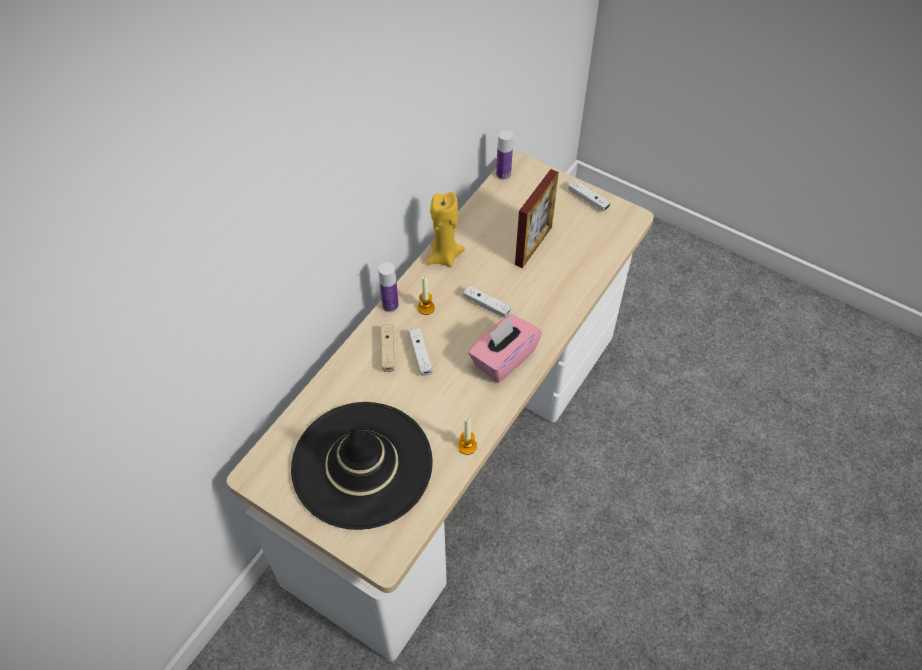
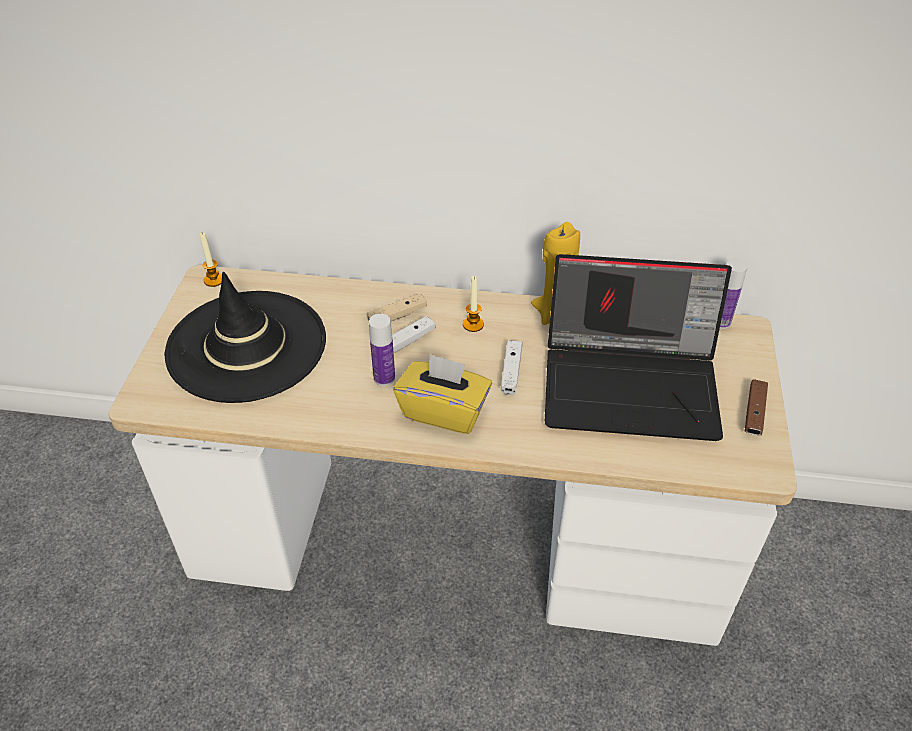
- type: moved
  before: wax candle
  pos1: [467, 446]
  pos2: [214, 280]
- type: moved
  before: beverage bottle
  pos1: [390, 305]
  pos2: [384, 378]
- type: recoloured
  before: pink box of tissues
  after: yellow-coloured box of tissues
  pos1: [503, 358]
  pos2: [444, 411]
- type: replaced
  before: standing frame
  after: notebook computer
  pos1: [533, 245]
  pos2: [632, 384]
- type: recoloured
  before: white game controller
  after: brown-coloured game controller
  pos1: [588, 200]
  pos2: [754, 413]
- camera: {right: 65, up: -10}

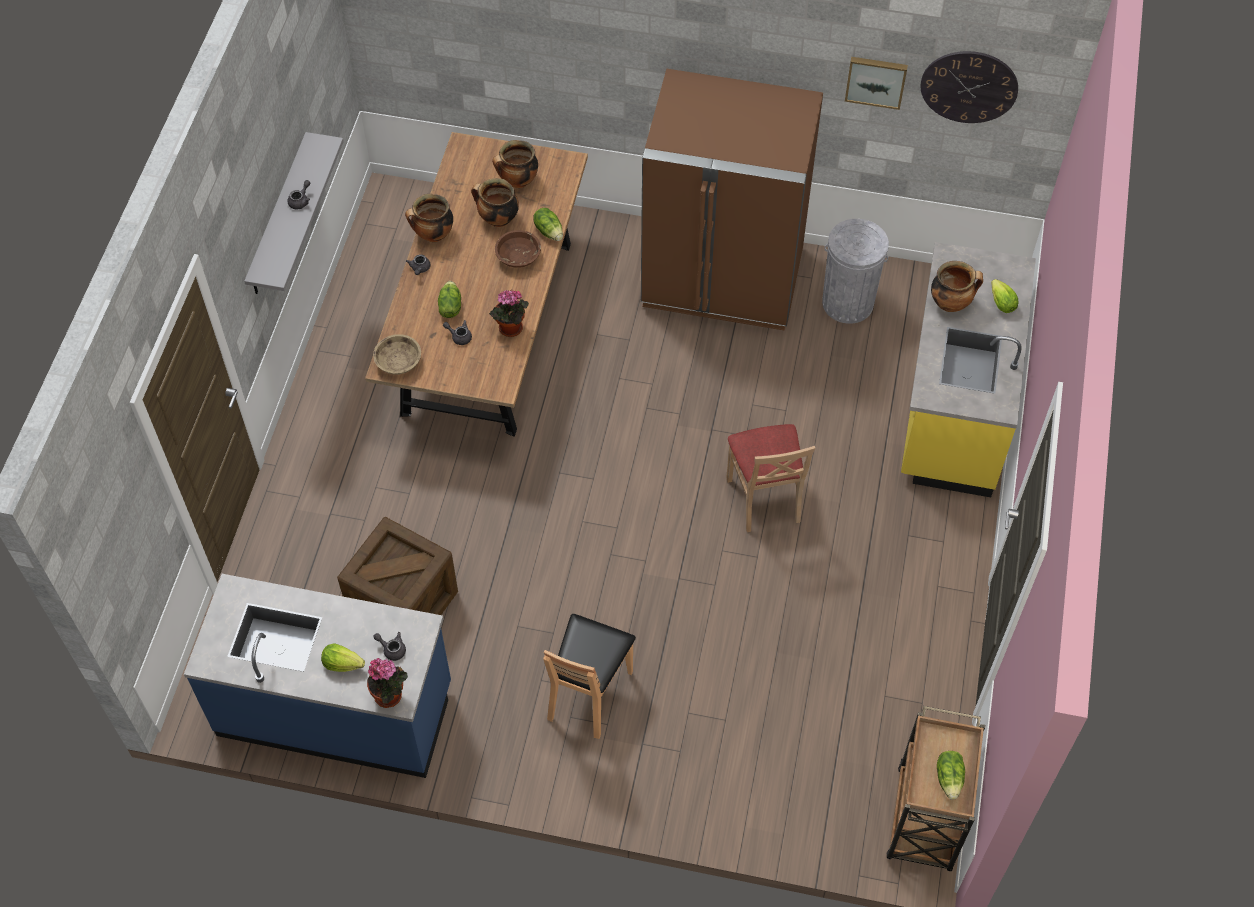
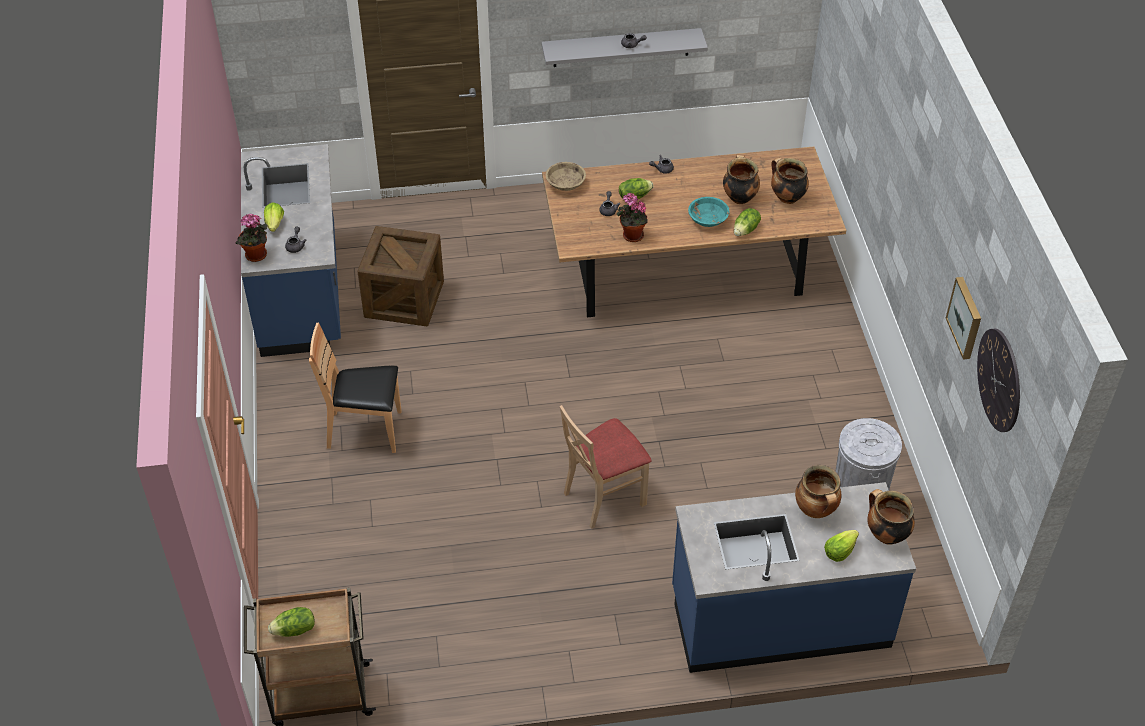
- type: recoloured
  before: yellow-coloured kitchen counter
  after: blue kitchen counter
  pos1: [953, 407]
  pos2: [779, 617]
- type: recoloured
  before: brown-coloured deep dish
  after: blue-green deep dish
  pos1: [518, 257]
  pos2: [708, 220]
- type: moved
  before: cooking pot
  pos1: [433, 235]
  pos2: [885, 535]
- type: removed
  before: brown-coloured fridge
  pos1: [723, 279]
- camera: {right: 70, up: -10}

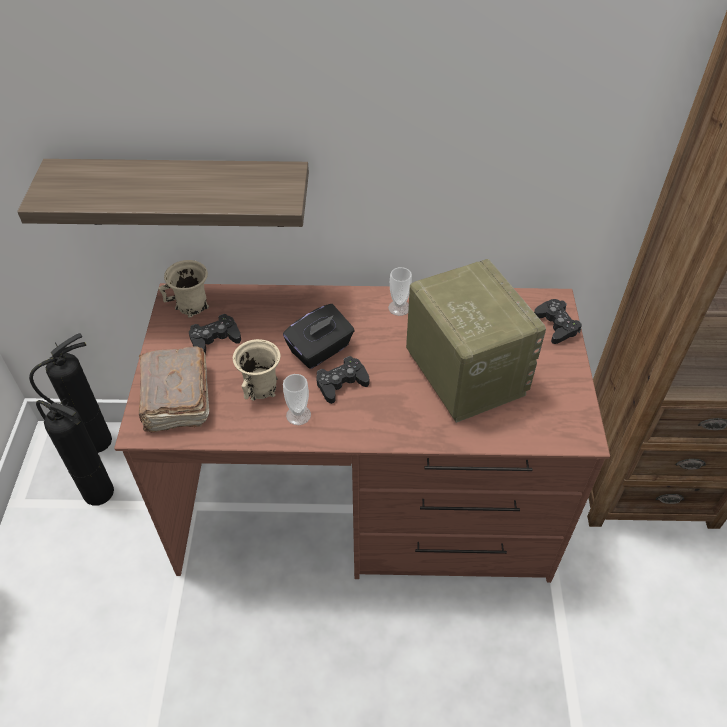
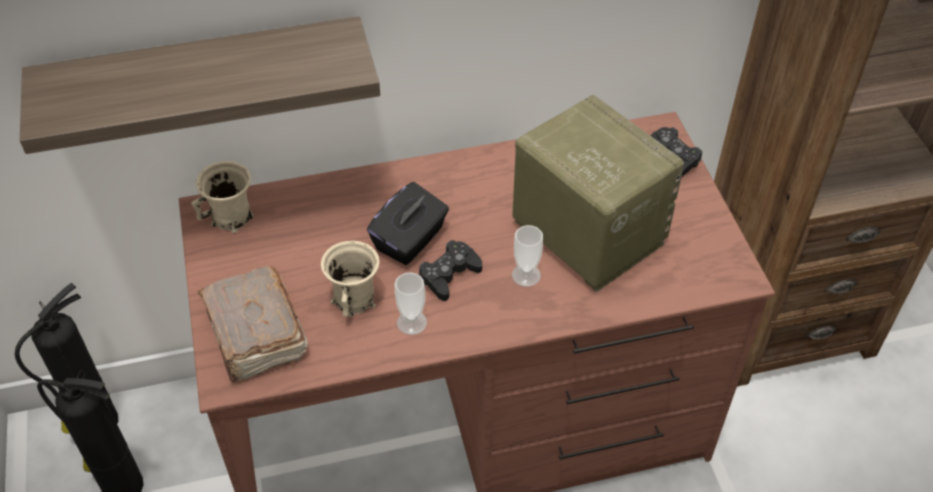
- type: moved
  before: small cup
  pos1: [399, 308]
  pos2: [526, 275]
- type: removed
  before: black-coloured game controller
  pos1: [215, 339]
- camera: {right: -15, up: 0}

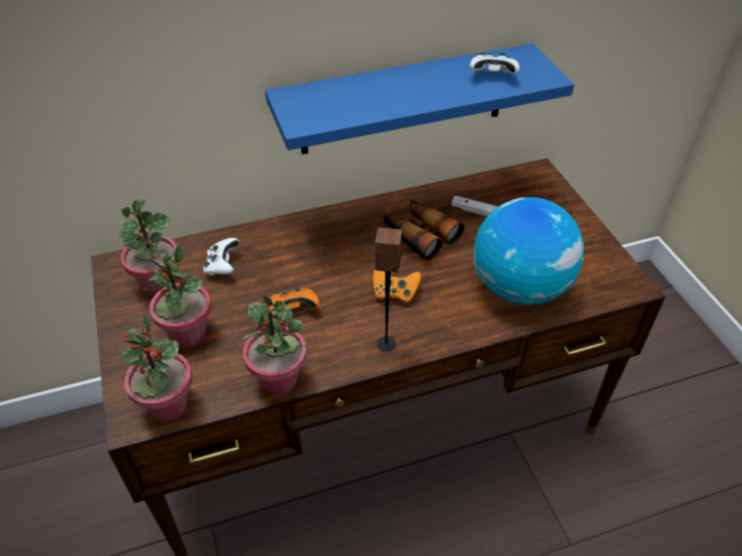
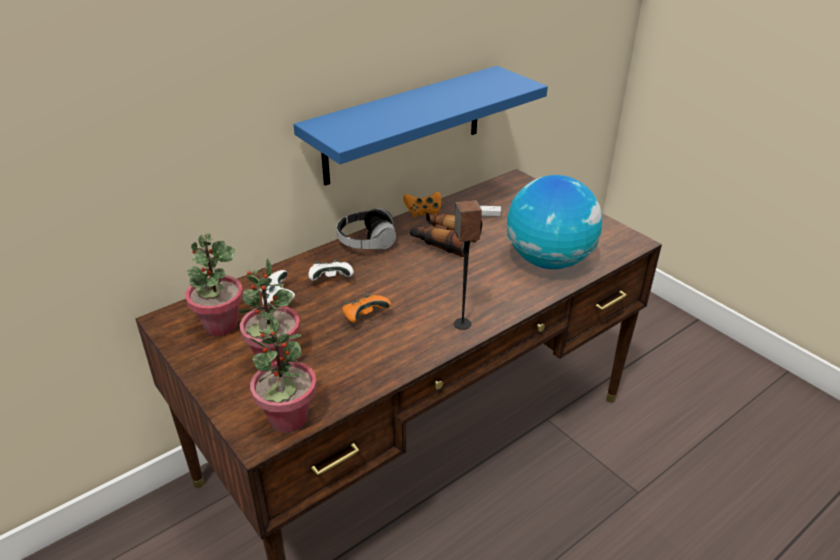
- type: moved
  before: white game controller
  pos1: [493, 76]
  pos2: [331, 280]
- type: added
  after: headphones
  pos2: [366, 242]
- type: moved
  before: orange-coloured game controller
  pos1: [394, 293]
  pos2: [423, 212]
- type: removed
  before: plant in a pot
  pos1: [279, 379]
- camera: {right: -20, up: -10}

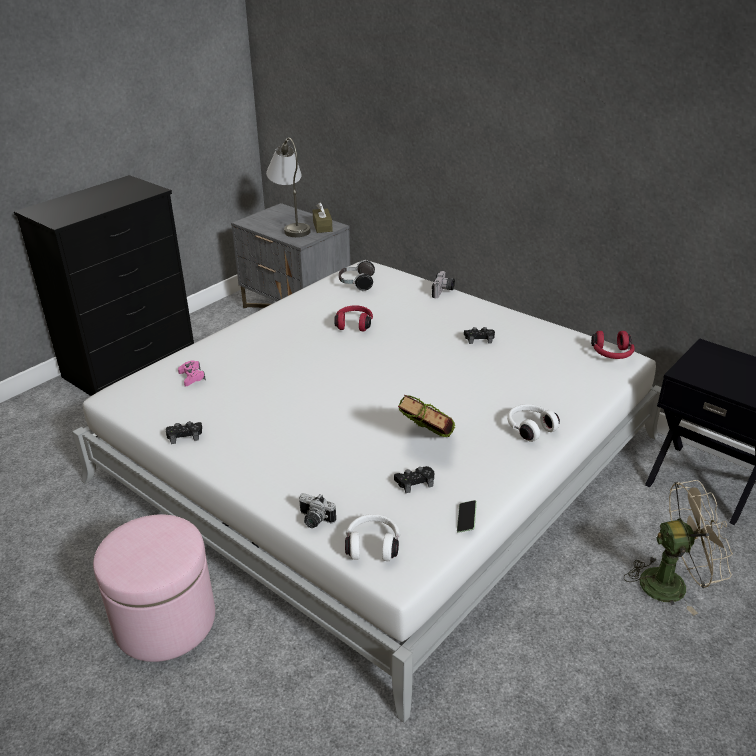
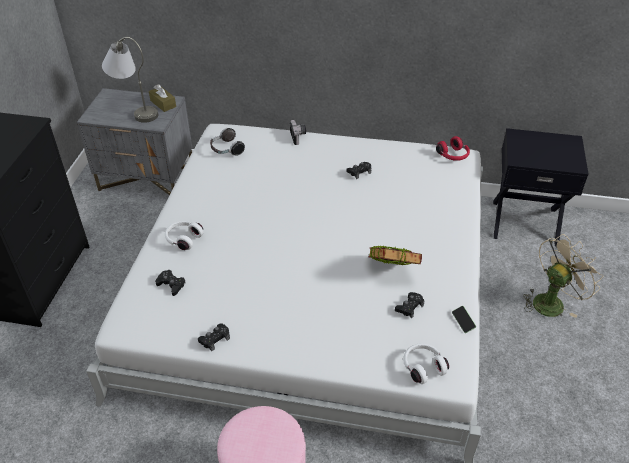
- type: recoloured
  before: pink game controller
  after: black-coloured game controller
  pos1: [192, 377]
  pos2: [171, 285]
- type: moved
  before: white headphones
  pos1: [529, 428]
  pos2: [183, 239]
- type: removed
  before: still camera
  pos1: [314, 520]
- type: removed
  before: red-coloured headphones
  pos1: [354, 324]
- camera: {right: -30, up: 10}

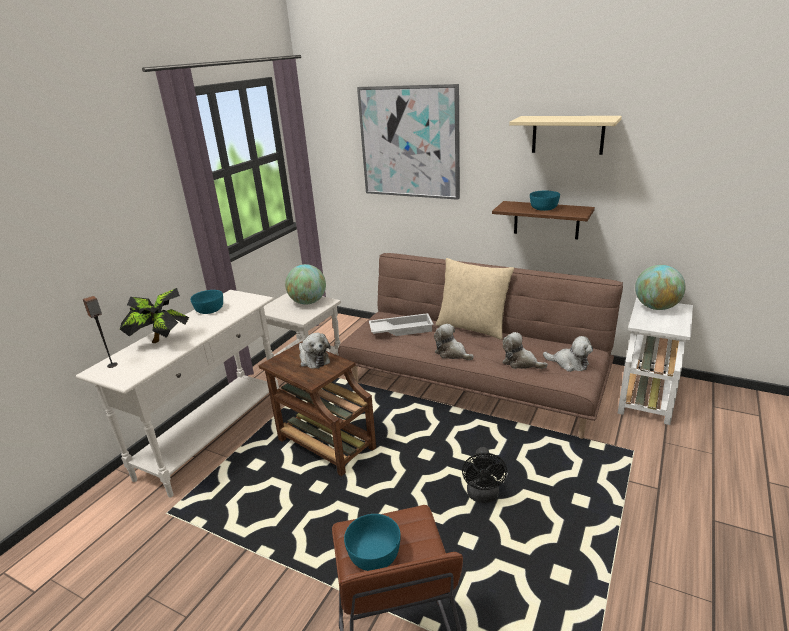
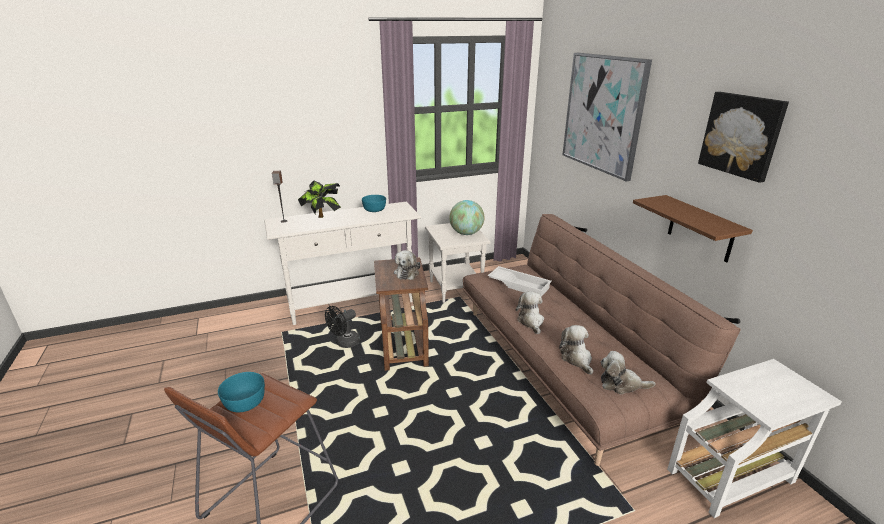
- type: moved
  before: black-coloured cooling fan
  pos1: [483, 496]
  pos2: [344, 343]
- type: turned
  before: soft toy
  pos1: [569, 363]
  pos2: [621, 384]
  turn: 120
- type: replaced
  before: beige-coloured bracket shelf
  after: picture
  pos1: [567, 134]
  pos2: [742, 135]
- type: removed
  before: beige-coloured throw pillow
  pos1: [473, 327]
- type: removed
  before: blue-green deep dish
  pos1: [543, 208]
- type: removed
  before: globe
  pos1: [656, 307]
- camera: {right: 40, up: 0}

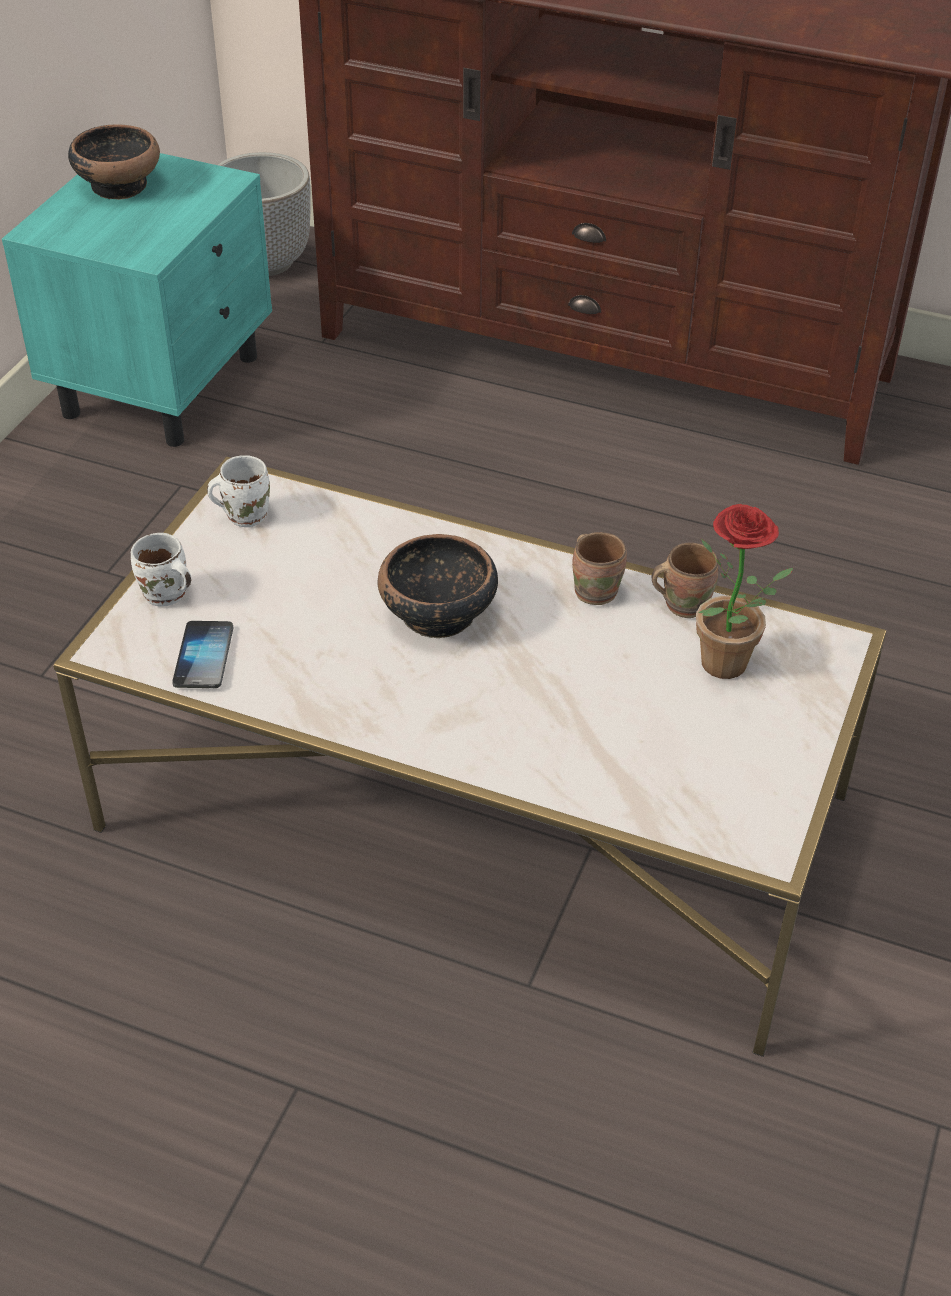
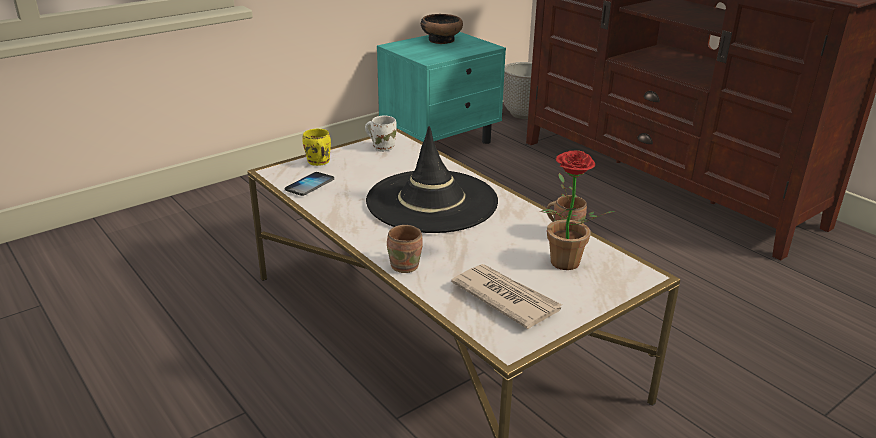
- type: recoloured
  before: white coffee mug
  after: yellow-coloured coffee mug
  pos1: [165, 596]
  pos2: [317, 162]
- type: replaced
  before: deep dish
  after: black-coloured wearable hat
  pos1: [437, 615]
  pos2: [432, 202]
- type: moved
  before: brown-coloured coffee mug
  pos1: [596, 590]
  pos2: [406, 265]
- type: added
  after: printed paper
  pos2: [505, 298]
- camera: {right: 30, up: -15}

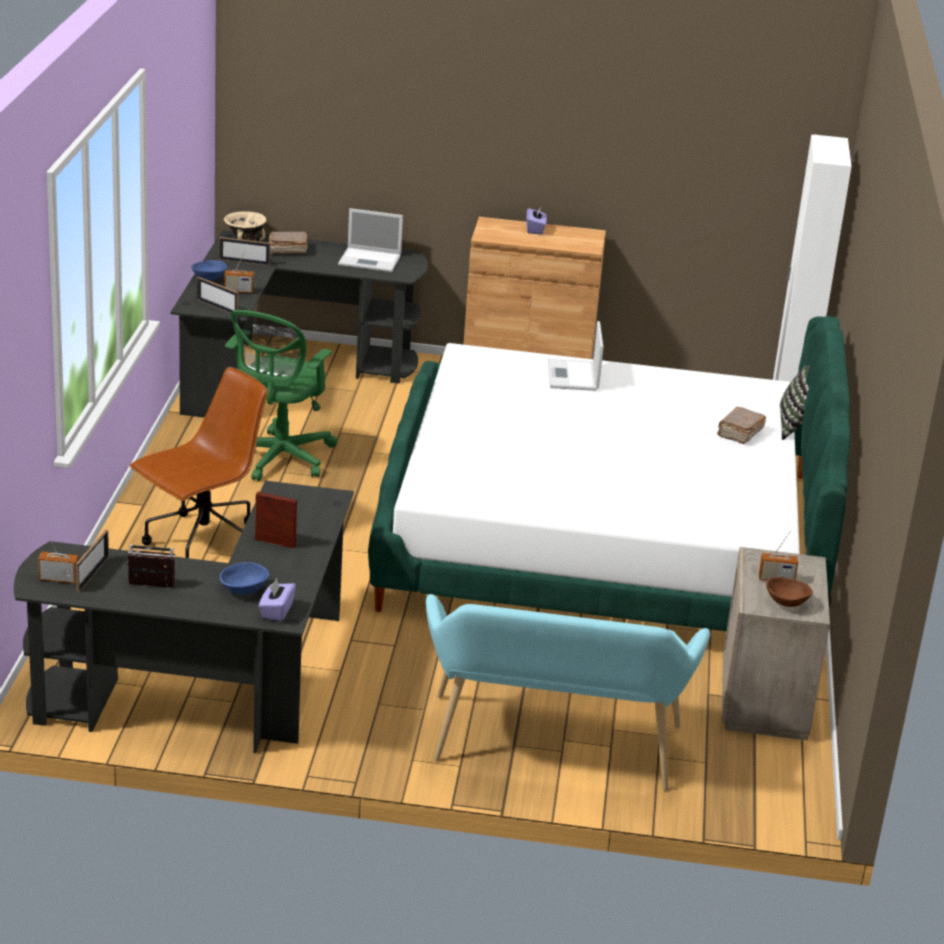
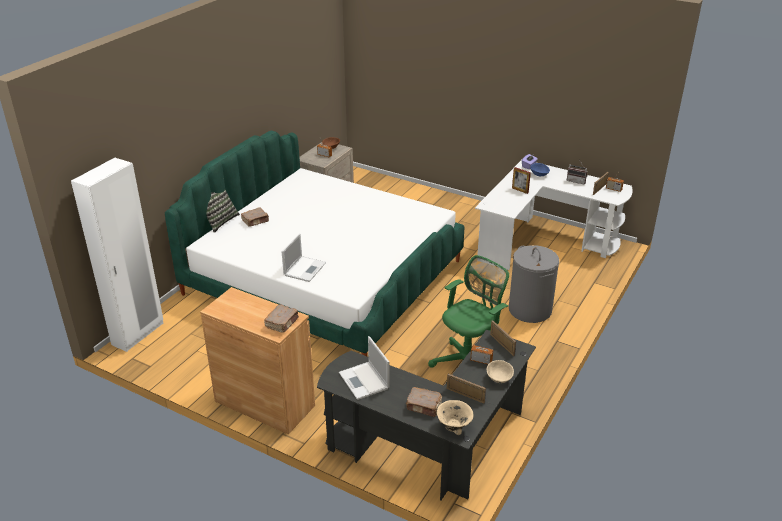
- type: added
  after: brown-coloured bound book
  pos2: [282, 323]
- type: turned
  before: notebook computer
  pos1: [371, 260]
  pos2: [364, 381]
  turn: -150
- type: recoloured
  before: black-coloured desk unit
  after: white desk unit
  pos1: [210, 690]
  pos2: [543, 240]
- type: recoloured
  before: blue deep dish
  after: beige-coloured deep dish
  pos1: [209, 279]
  pos2: [499, 378]
- type: replaced
  before: brown-coloured computer chair
  after: grey washing basket
  pos1: [202, 544]
  pos2: [529, 310]
- type: removed
  before: blue-green bench
  pos1: [552, 750]
- type: removed
  before: purple-coloured box of tissues
  pos1: [535, 229]
- camera: {right: -155, up: 5}

